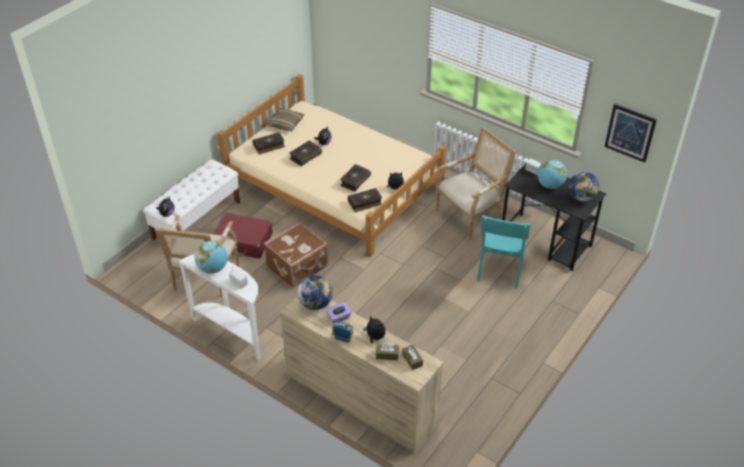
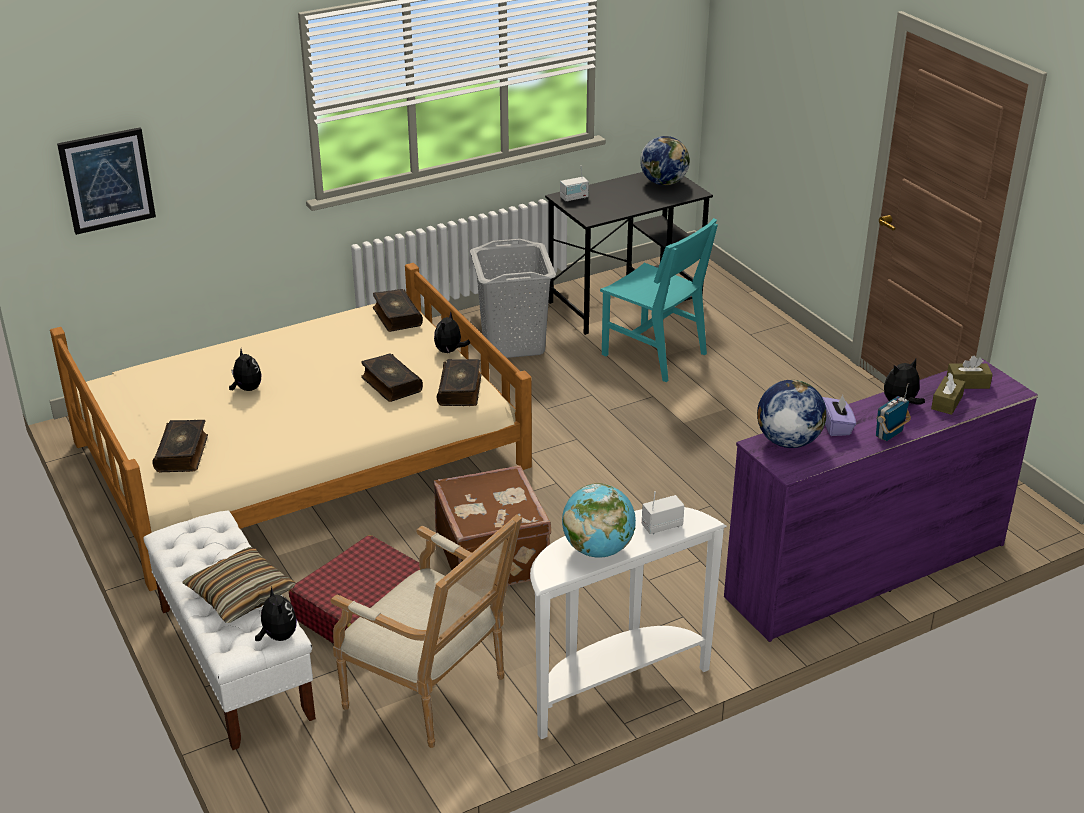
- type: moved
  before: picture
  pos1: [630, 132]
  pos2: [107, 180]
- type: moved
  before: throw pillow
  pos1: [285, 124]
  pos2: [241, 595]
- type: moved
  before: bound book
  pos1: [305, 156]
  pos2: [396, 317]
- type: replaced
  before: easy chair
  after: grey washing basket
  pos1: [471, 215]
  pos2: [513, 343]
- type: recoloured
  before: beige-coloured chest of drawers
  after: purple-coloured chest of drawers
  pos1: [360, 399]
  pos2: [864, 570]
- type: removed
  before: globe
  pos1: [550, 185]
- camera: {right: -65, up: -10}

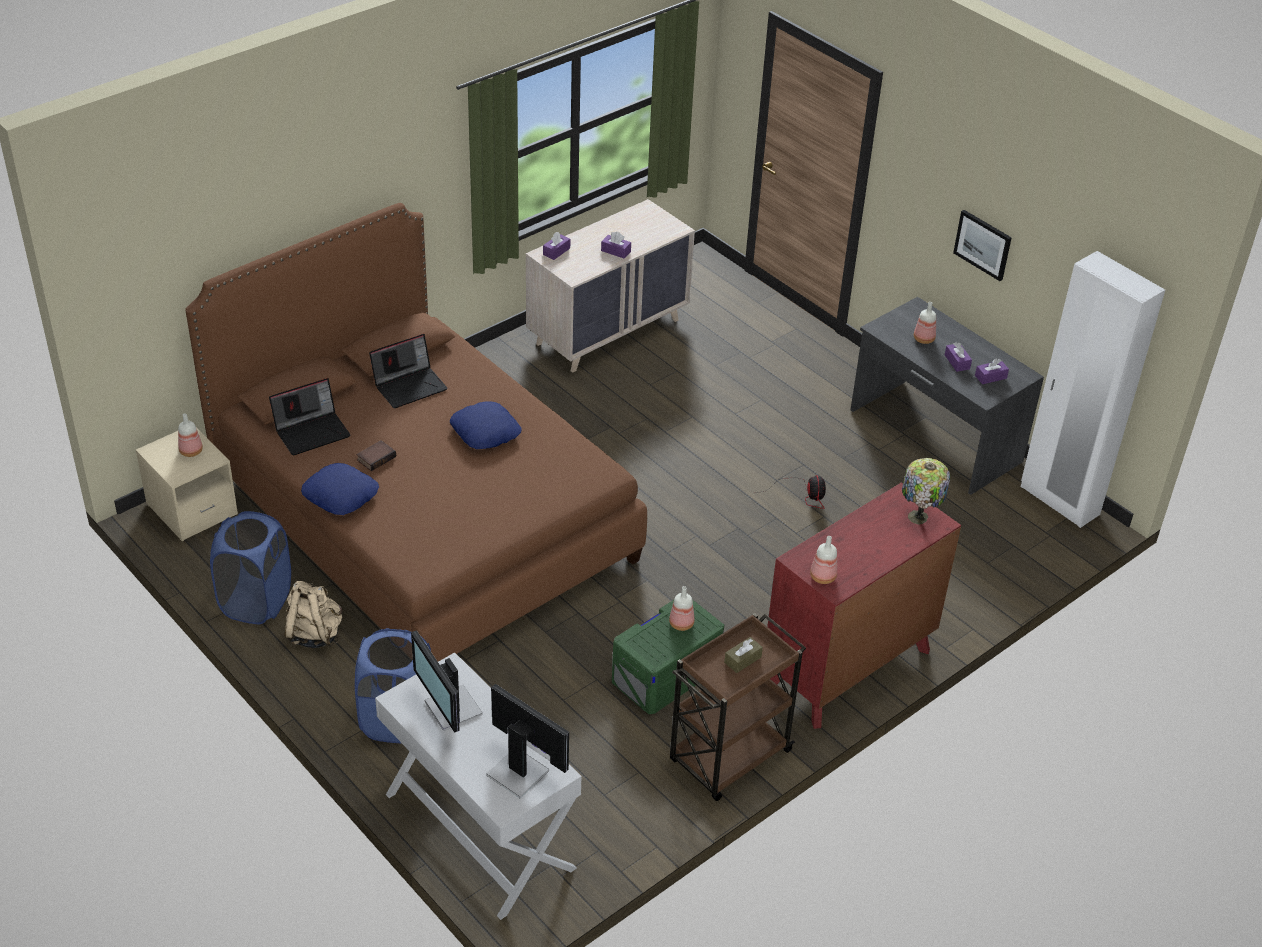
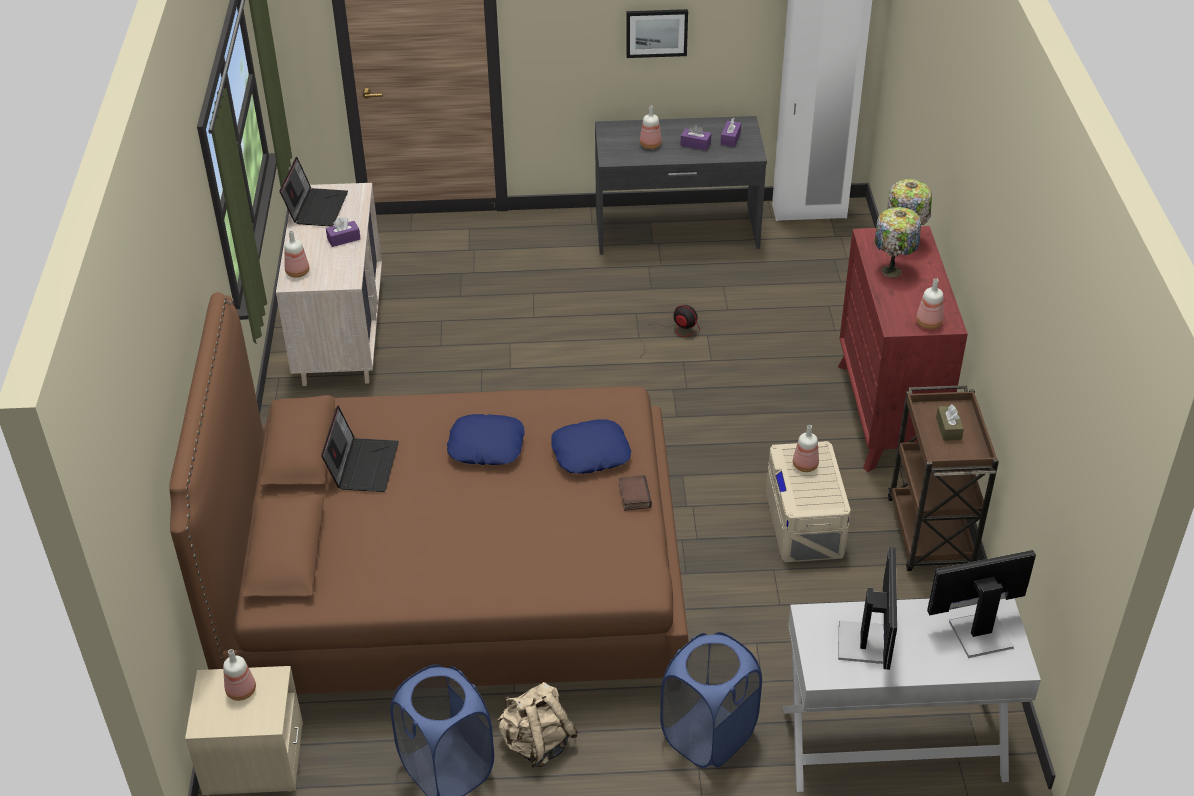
- type: moved
  before: notebook computer
  pos1: [312, 431]
  pos2: [316, 207]
- type: replaced
  before: purple-coloured box of tissues
  after: beverage bottle
  pos1: [556, 251]
  pos2: [298, 272]
- type: moved
  before: blue throw pillow
  pos1: [341, 495]
  pos2: [590, 453]
- type: moved
  before: bound book
  pos1: [376, 458]
  pos2: [633, 495]
- type: recoloured
  before: green storage box
  after: beige-coloured storage box
  pos1: [666, 674]
  pos2: [804, 522]
- type: turned
  before: monitor
  pos1: [451, 710]
  pos2: [865, 642]
  turn: -90
- type: added
  after: table lamp
  pos2: [893, 270]
- camera: {right: -50, up: 0}

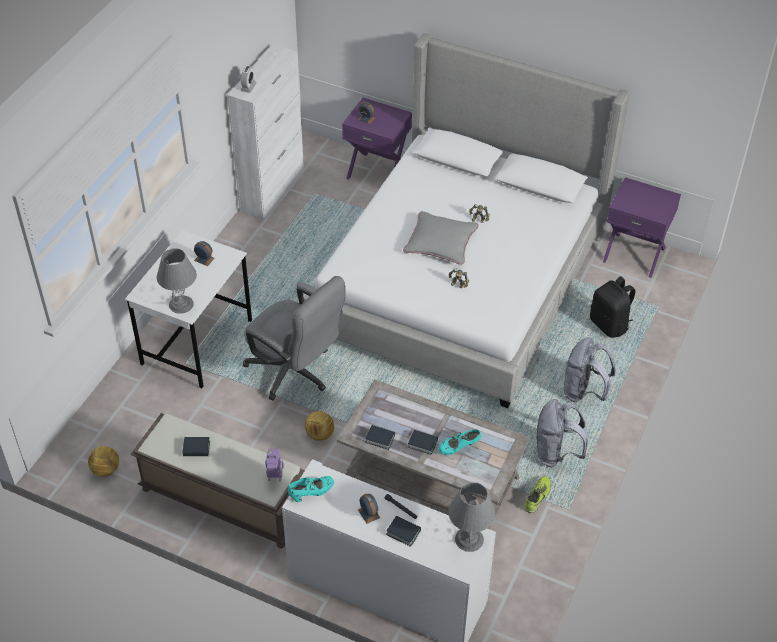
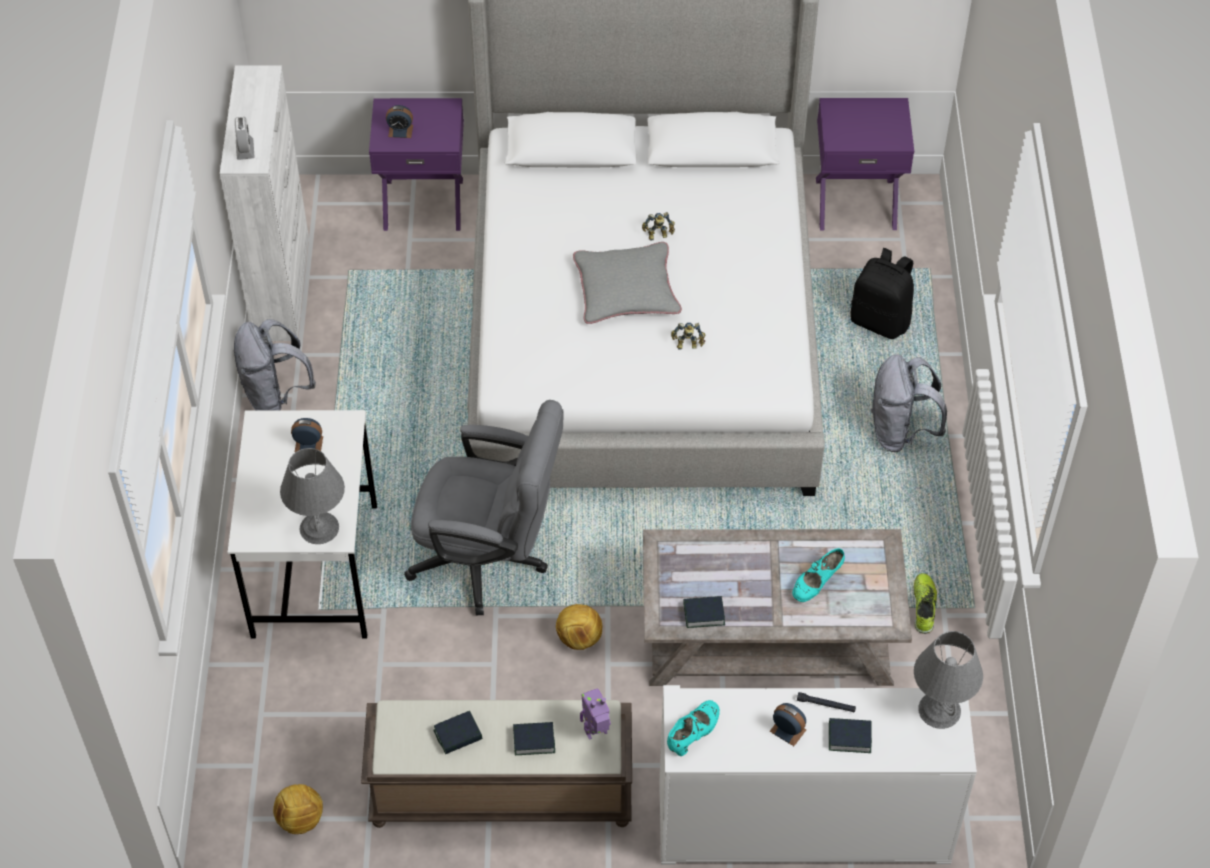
- type: moved
  before: grey backpack
  pos1: [556, 453]
  pos2: [275, 395]
- type: moved
  before: bound book
  pos1: [422, 443]
  pos2: [533, 740]
- camera: {right: -25, up: 5}

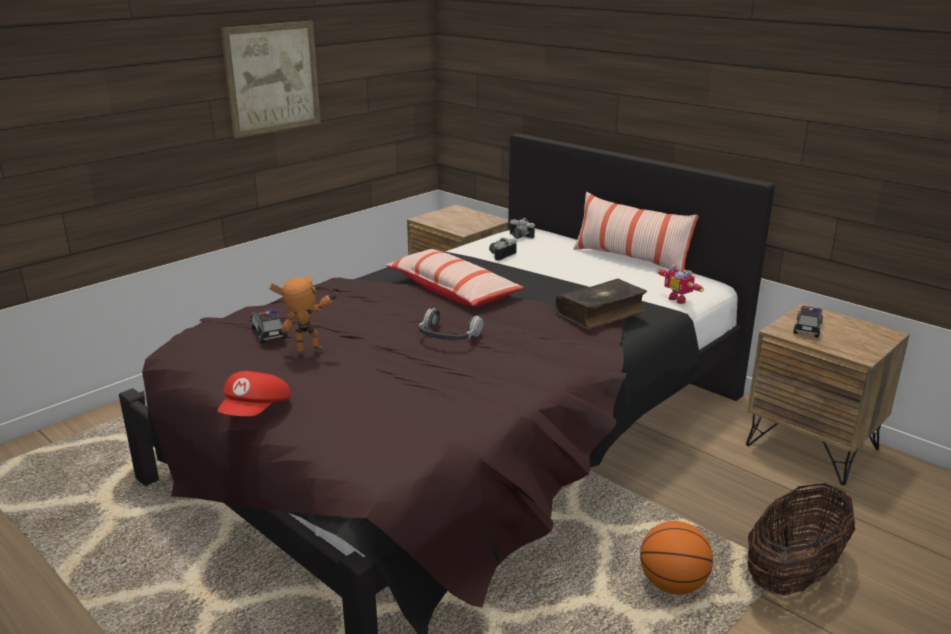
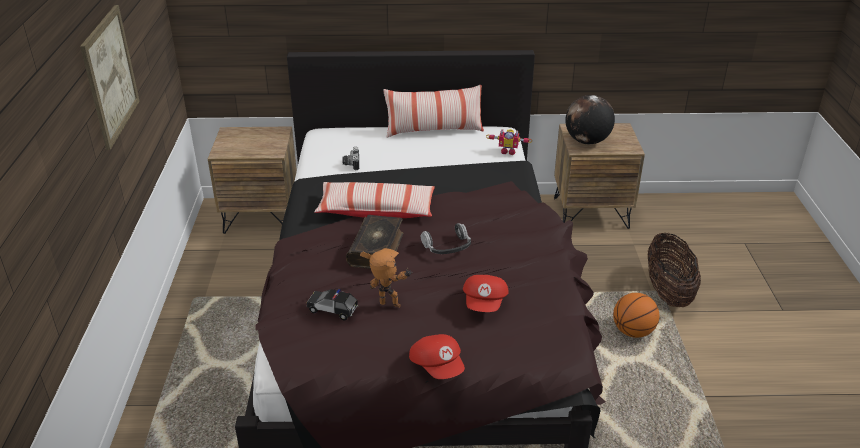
- type: moved
  before: bound book
  pos1: [601, 313]
  pos2: [377, 249]
- type: turned
  before: robot figure
  pos1: [310, 352]
  pos2: [389, 307]
  turn: 75
- type: added
  after: red-coloured peaked cap
  pos2: [485, 303]
- type: replaced
  before: model car
  after: globe
  pos1: [807, 328]
  pos2: [587, 141]
- type: removed
  before: still camera
  pos1: [519, 237]
- camera: {right: -45, up: 10}

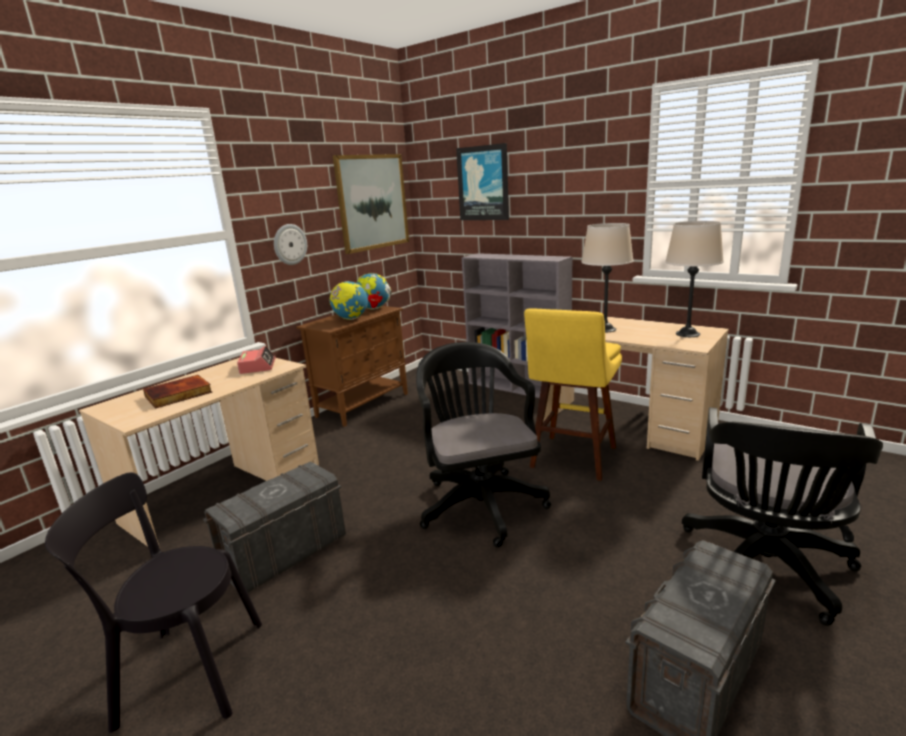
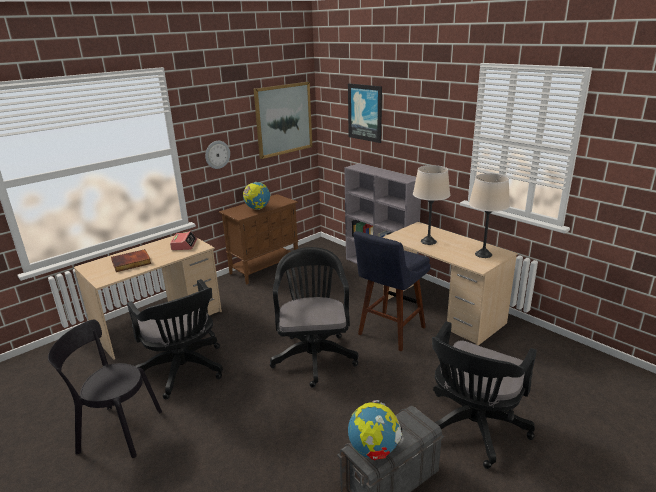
- type: replaced
  before: grey storage box
  after: black-coloured computer chair
  pos1: [284, 554]
  pos2: [184, 371]
- type: moved
  before: globe
  pos1: [374, 309]
  pos2: [374, 450]
- type: recoloured
  before: yellow-coloured sitting stool
  after: blue sitting stool
  pos1: [572, 460]
  pos2: [389, 333]
- camera: {right: 10, up: 5}

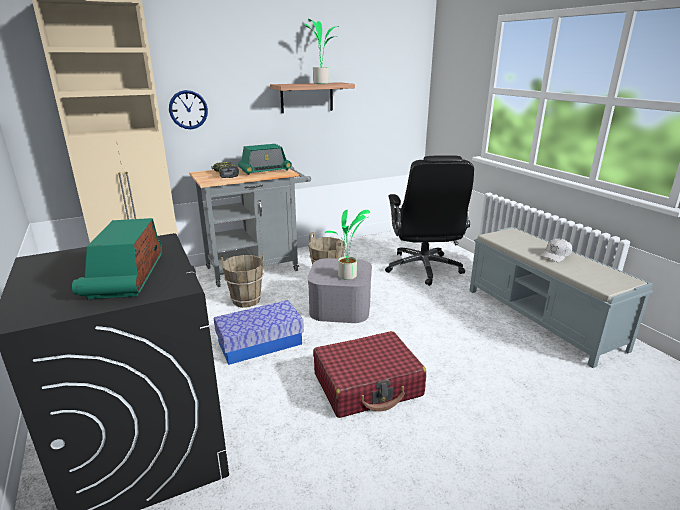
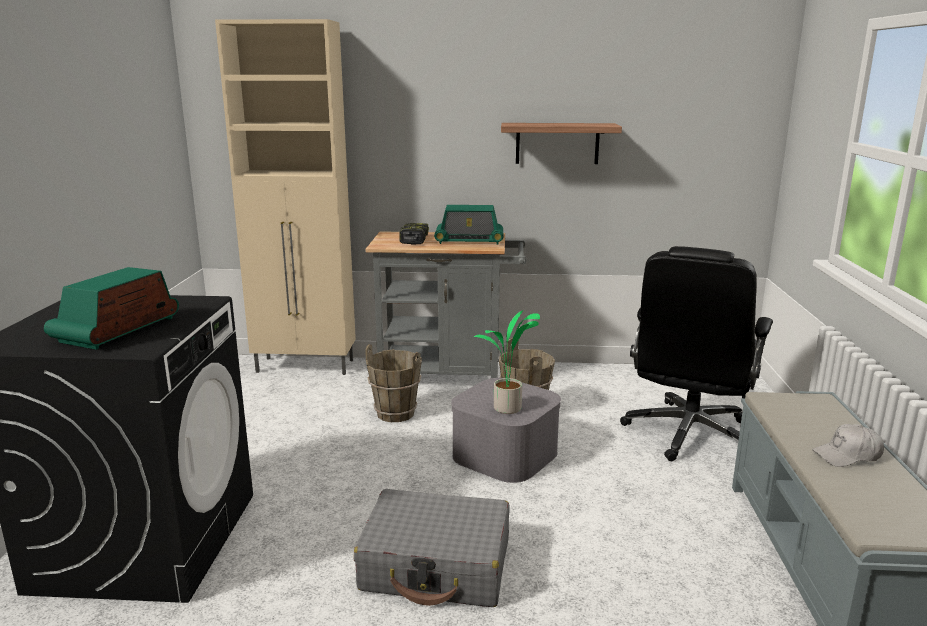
- type: recoloured
  before: red-coloured piece of luggage
  after: grey piece of luggage
  pos1: [368, 385]
  pos2: [436, 565]
- type: removed
  before: hanging clock
  pos1: [188, 109]
- type: removed
  before: storage box
  pos1: [260, 343]
- type: removed
  before: plant in a pot
  pos1: [321, 83]
- camera: {right: 30, up: -5}

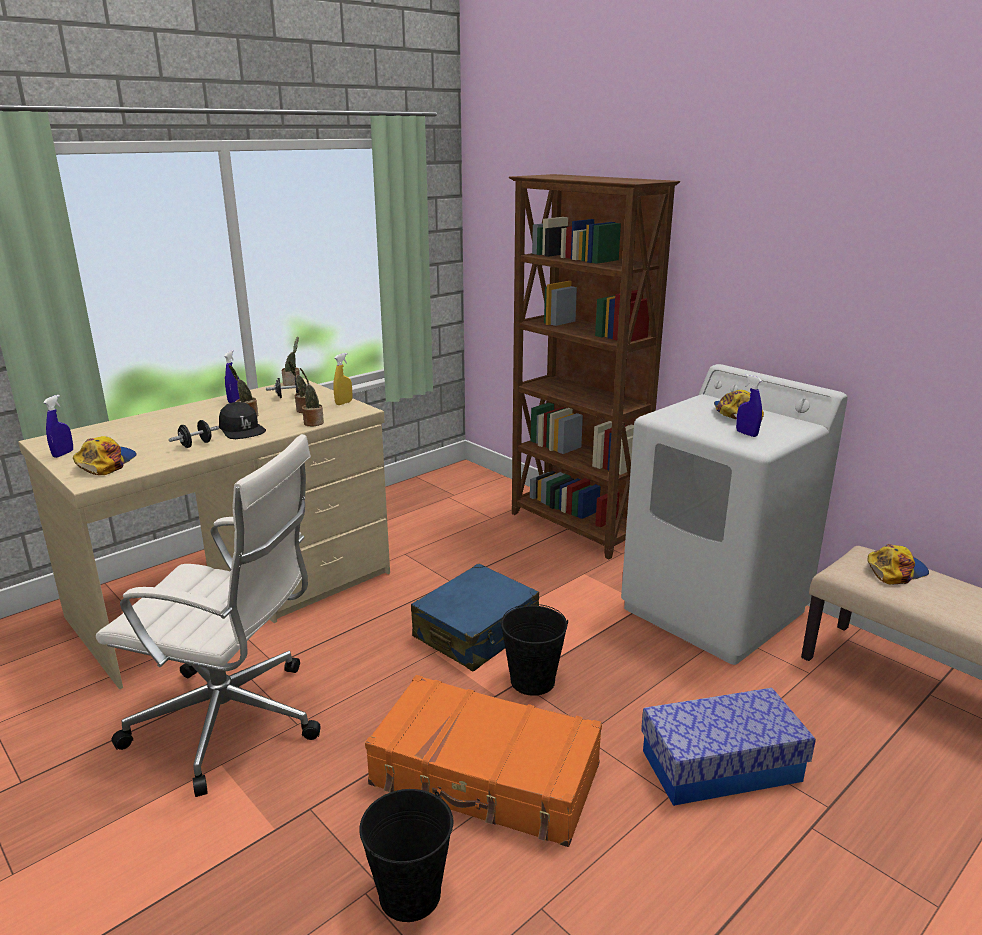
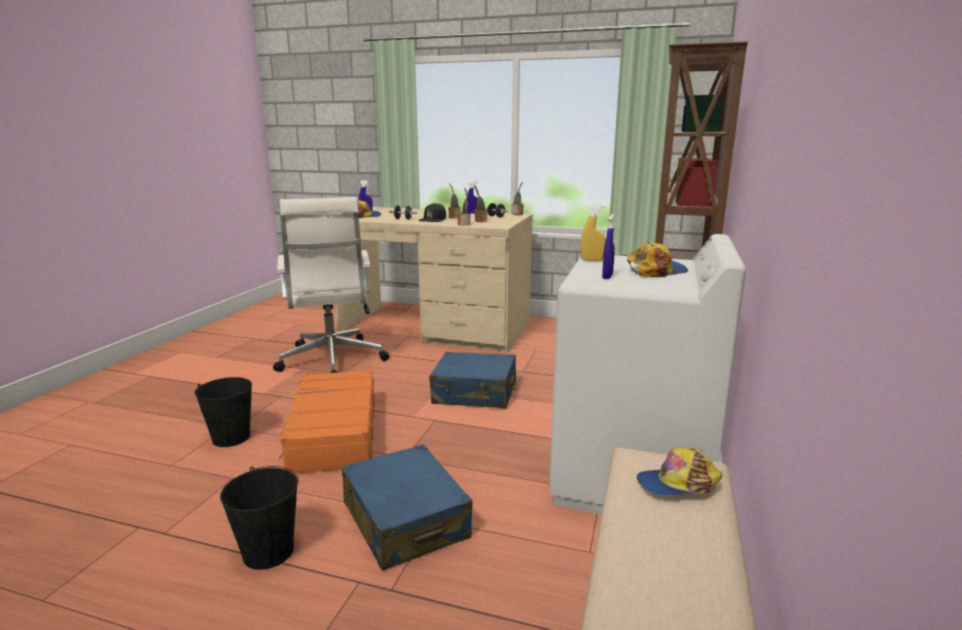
- type: moved
  before: black-coloured pail
  pos1: [532, 681]
  pos2: [268, 552]
- type: replaced
  before: storage box
  after: blue piece of luggage
  pos1: [720, 766]
  pos2: [405, 521]
- type: moved
  before: yellow-coloured spray bottle
  pos1: [344, 403]
  pos2: [592, 260]
- type: turned
  before: peaked cap
  pos1: [895, 570]
  pos2: [678, 484]
  turn: 135
- camera: {right: 60, up: -5}

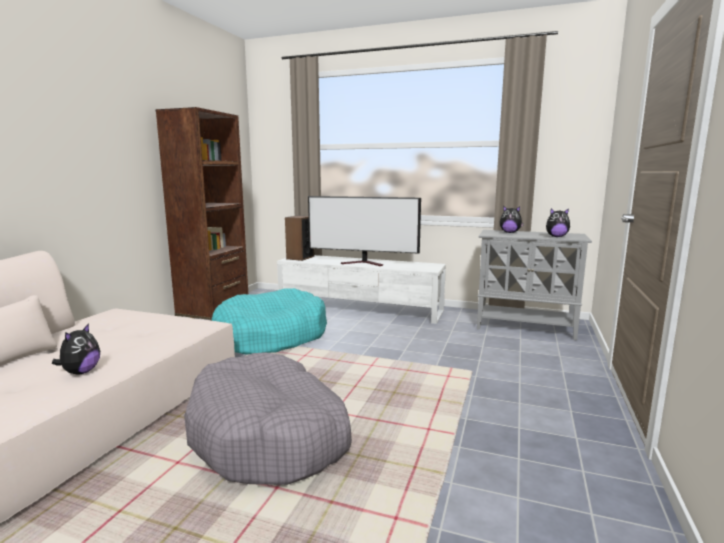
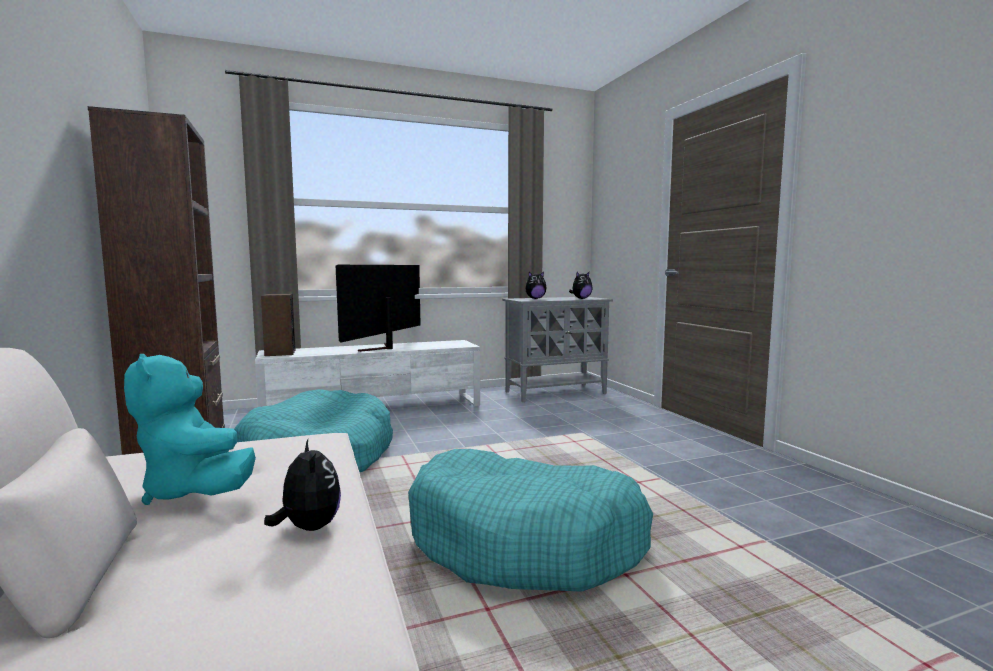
- type: added
  after: blue-green soft toy
  pos2: [195, 491]
- type: turned
  before: TV
  pos1: [364, 263]
  pos2: [381, 348]
  turn: 135
- type: recoloured
  before: grey dog cushion
  after: blue-green dog cushion
  pos1: [270, 435]
  pos2: [525, 542]
- camera: {right: -40, up: -5}

